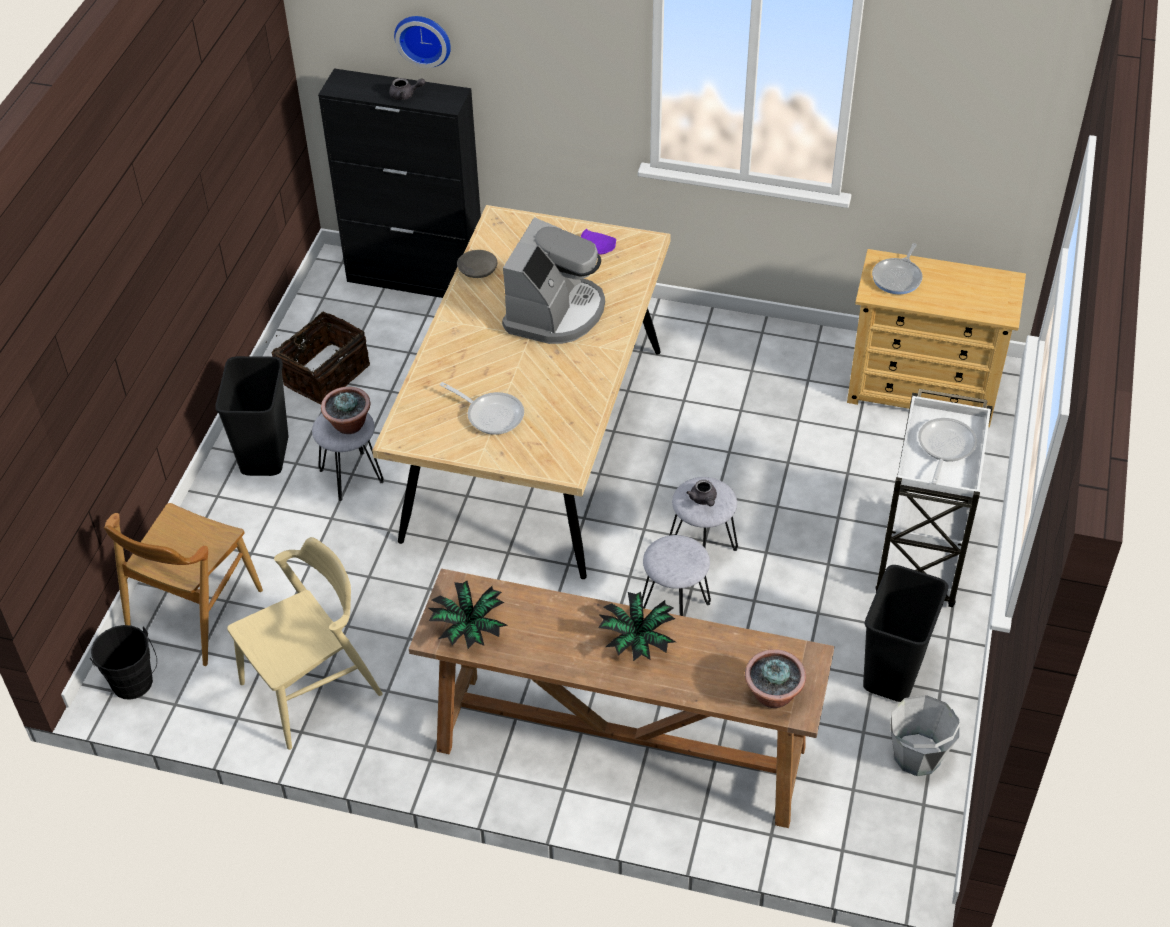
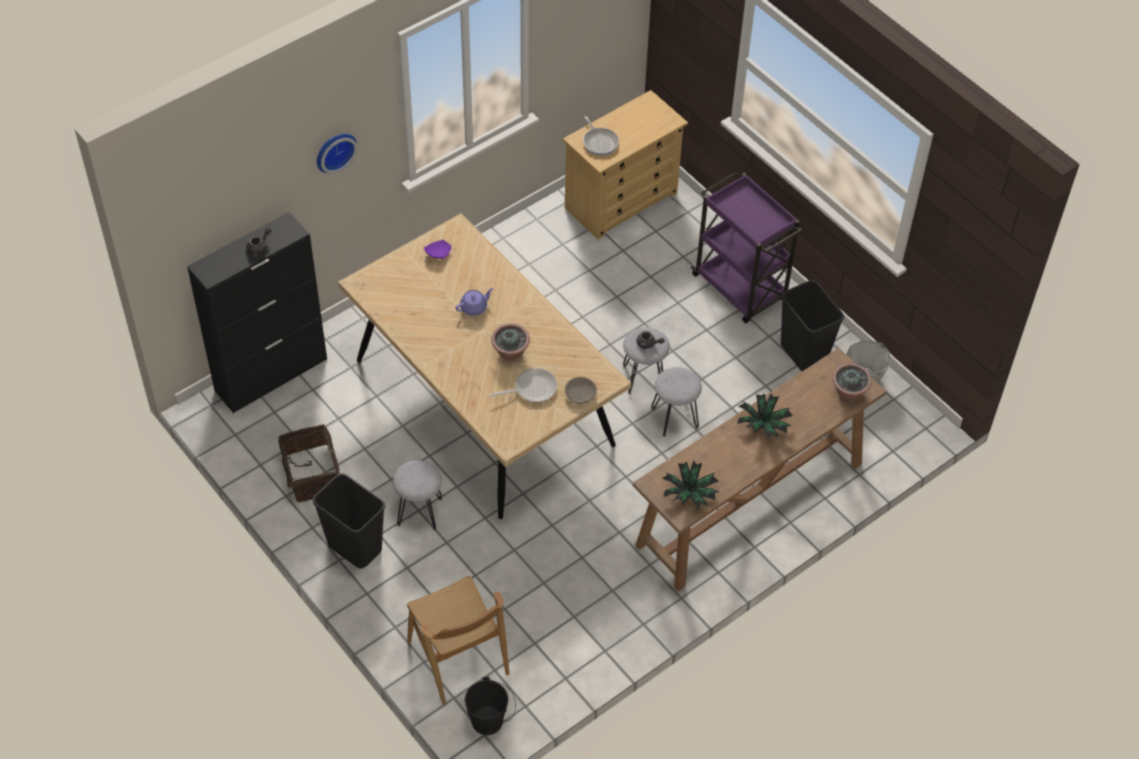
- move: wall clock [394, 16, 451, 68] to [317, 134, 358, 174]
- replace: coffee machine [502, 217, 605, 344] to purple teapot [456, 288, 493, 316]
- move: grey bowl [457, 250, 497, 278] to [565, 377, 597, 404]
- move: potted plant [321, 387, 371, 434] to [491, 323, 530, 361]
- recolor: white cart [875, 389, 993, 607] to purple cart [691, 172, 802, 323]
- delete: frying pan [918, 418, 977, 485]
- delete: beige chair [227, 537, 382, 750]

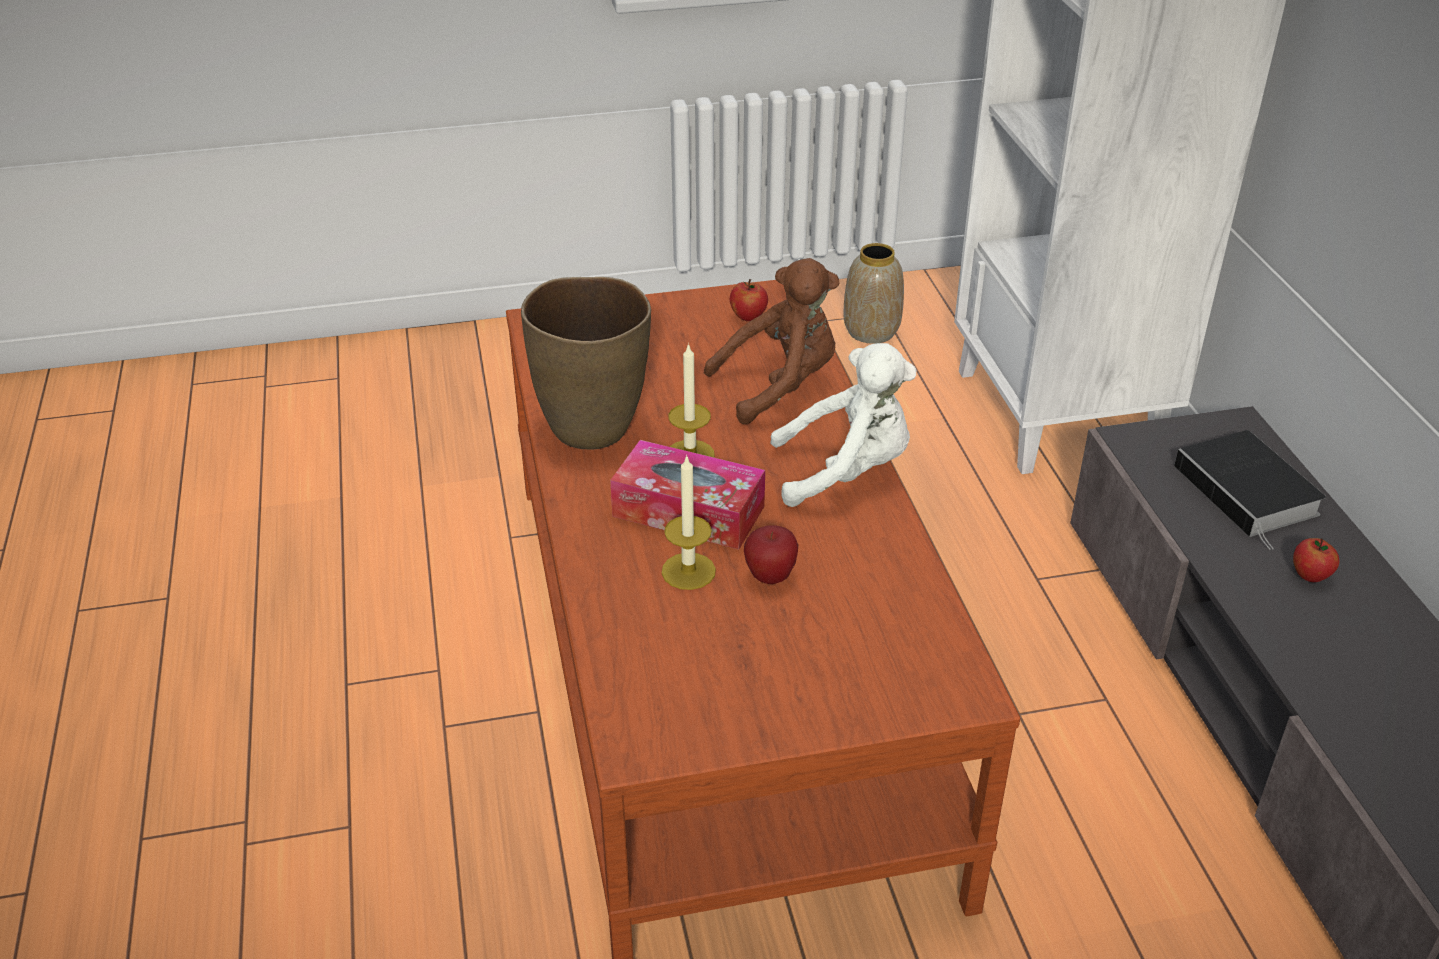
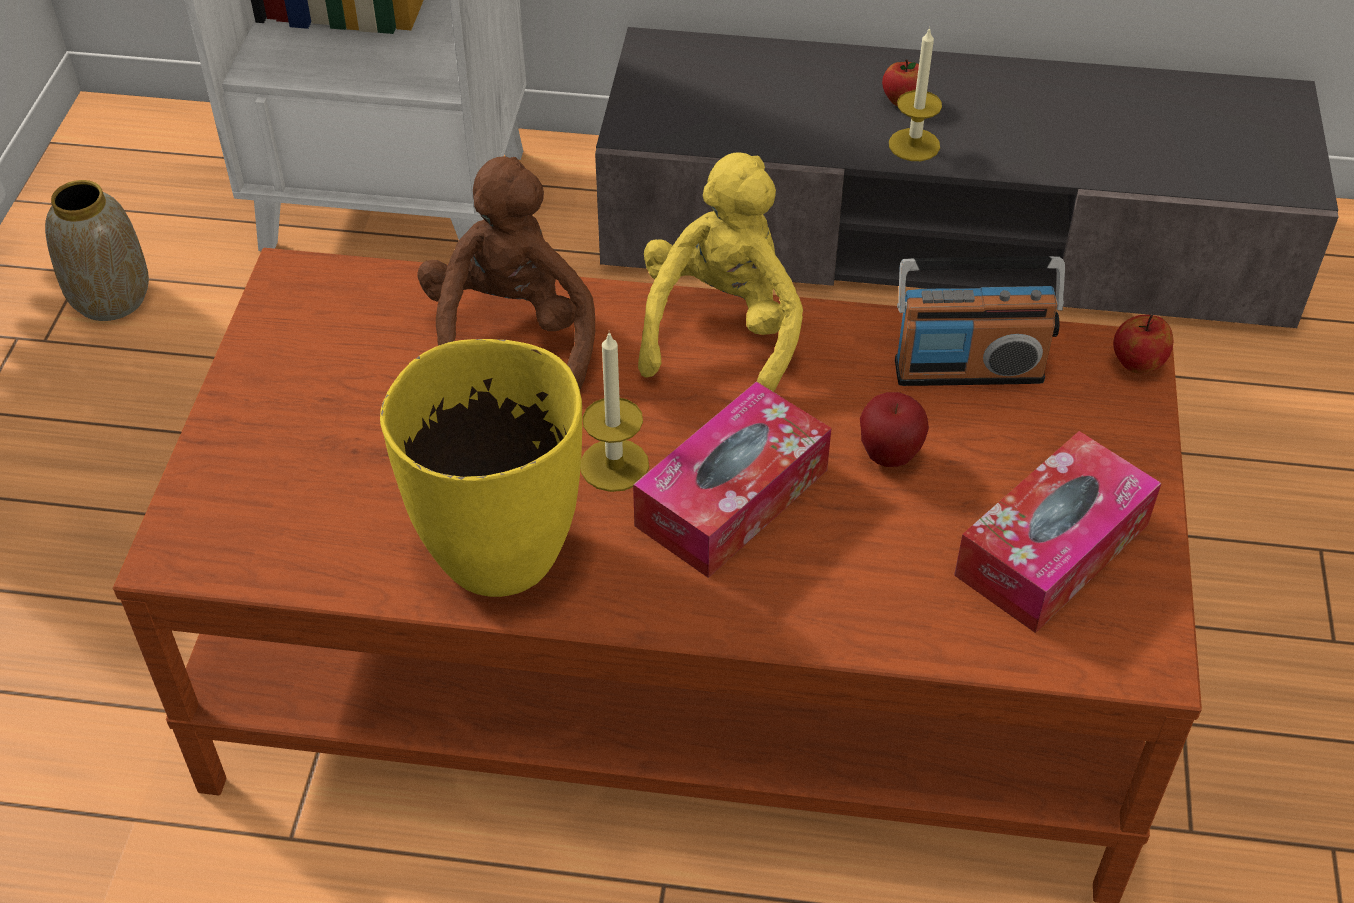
- recolor: brown vase [521, 277, 651, 450] to yellow vase [380, 339, 582, 597]
- move: apple [730, 279, 768, 321] to [1113, 315, 1173, 374]
- recolor: white plush toy [770, 343, 916, 507] to yellow plush toy [638, 152, 803, 392]
- delete: book [1174, 430, 1326, 550]
- move: candle [662, 455, 716, 590] to [889, 27, 942, 161]
- insert: radio [895, 256, 1065, 386]
- insert: tissue box [954, 431, 1162, 633]

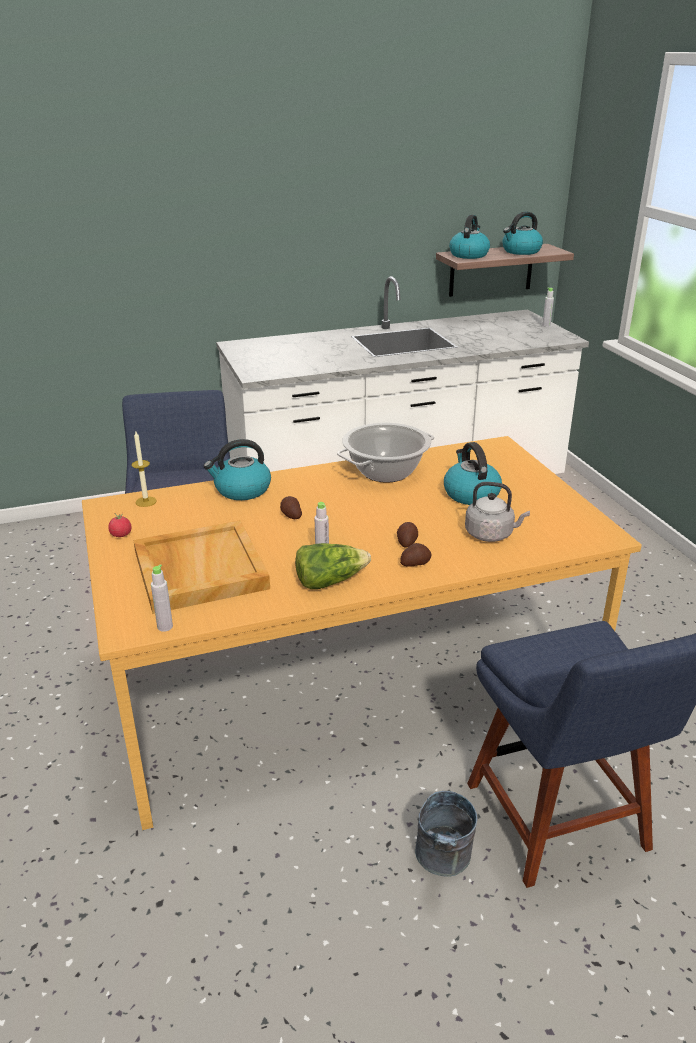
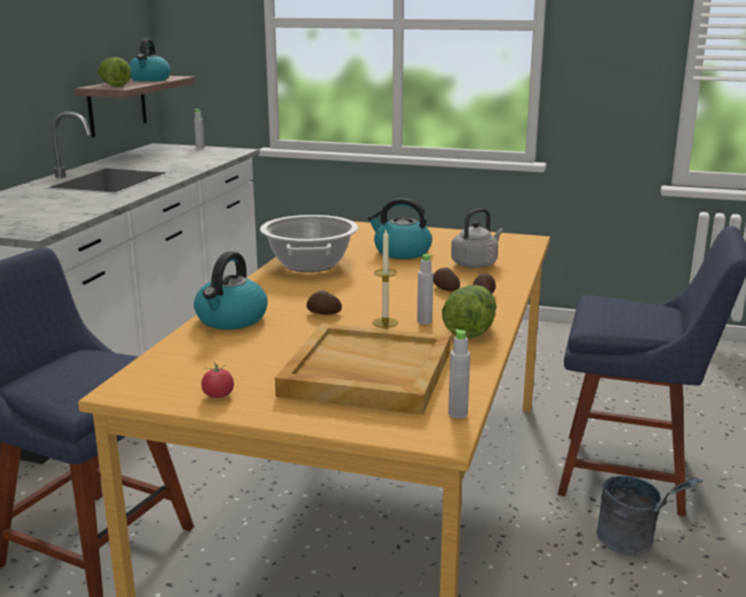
- replace: kettle [449, 215, 490, 259] to lettuce [98, 57, 131, 87]
- move: candle [131, 431, 157, 507] to [372, 230, 398, 328]

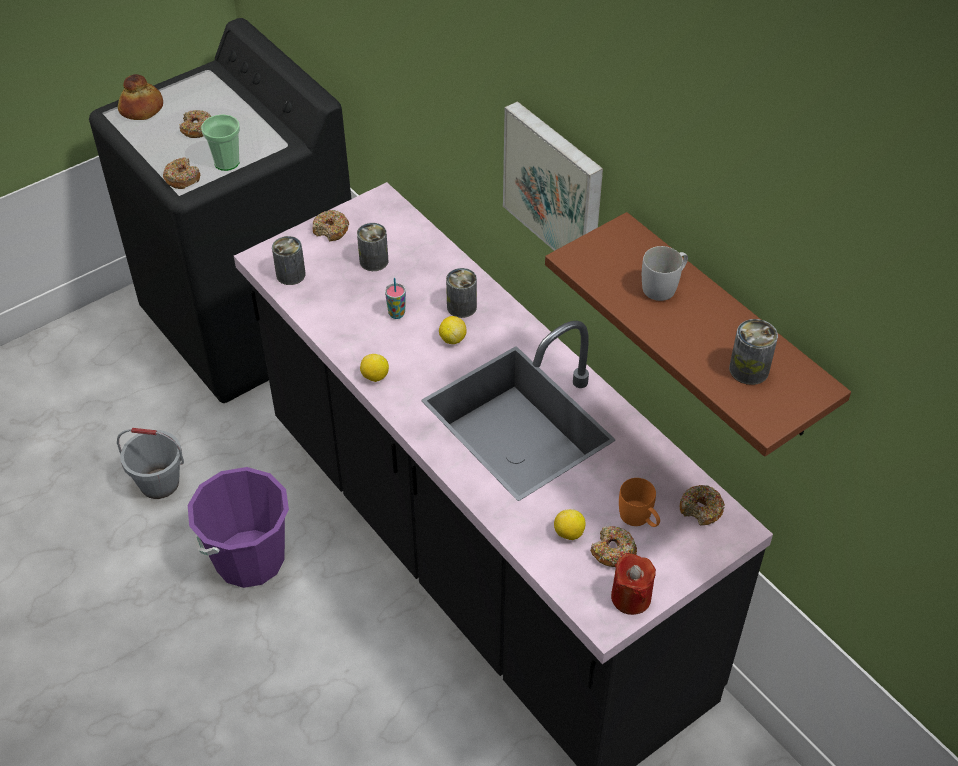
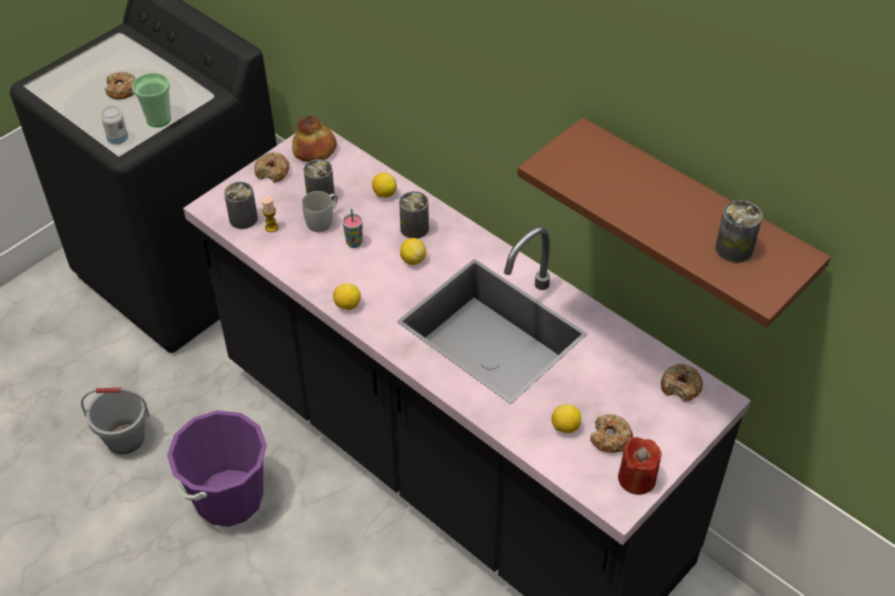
- move: bread [118, 74, 163, 120] to [292, 116, 337, 162]
- delete: picture [503, 101, 603, 251]
- replace: donut [163, 158, 200, 189] to can [101, 106, 128, 145]
- move: white mug [642, 246, 688, 301] to [302, 191, 338, 232]
- delete: orange mug [619, 478, 660, 527]
- insert: lemon [372, 172, 397, 198]
- insert: candle [262, 196, 278, 232]

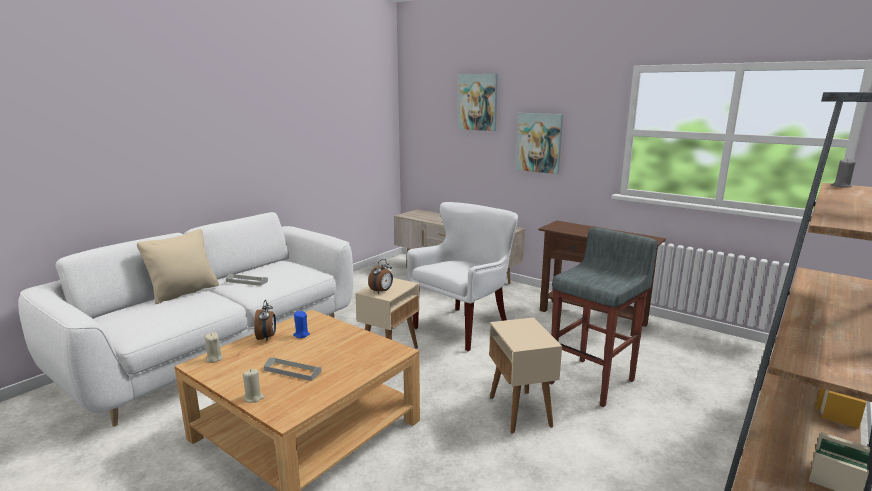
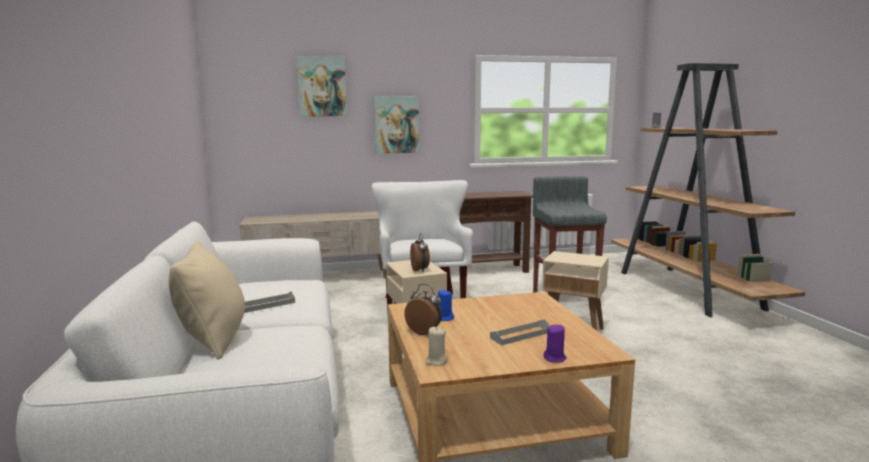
- recolor: beige candle [243, 369, 264, 403] to purple candle [543, 324, 566, 362]

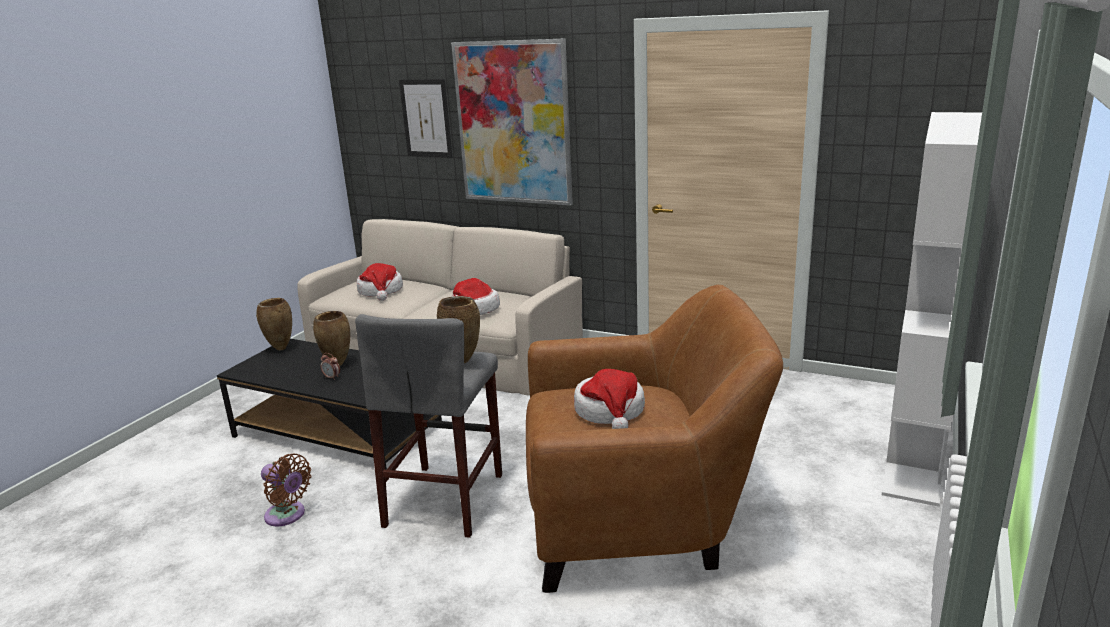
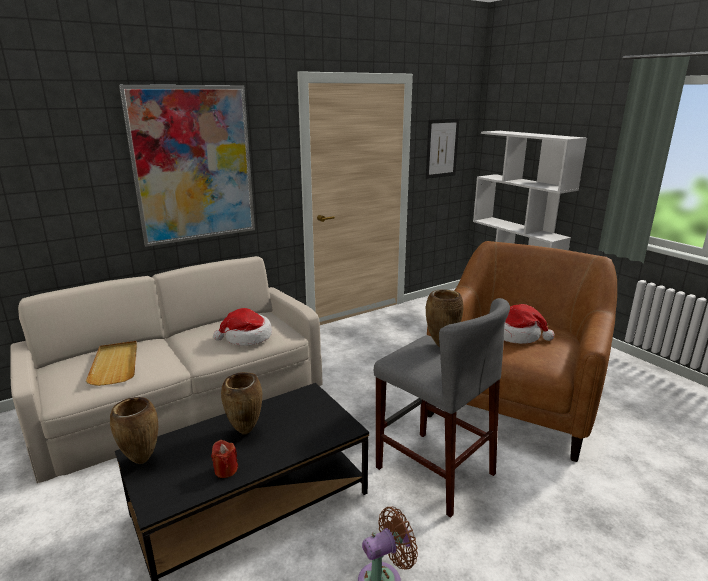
- move: picture [399, 79, 452, 158] to [426, 118, 460, 179]
- replace: hat [357, 263, 403, 301] to beige tray [86, 341, 137, 386]
- delete: alarm clock [321, 353, 340, 380]
- insert: red candle [211, 440, 238, 478]

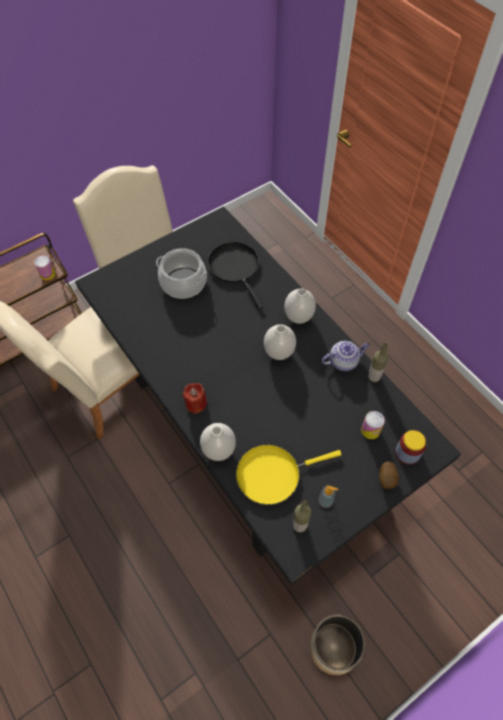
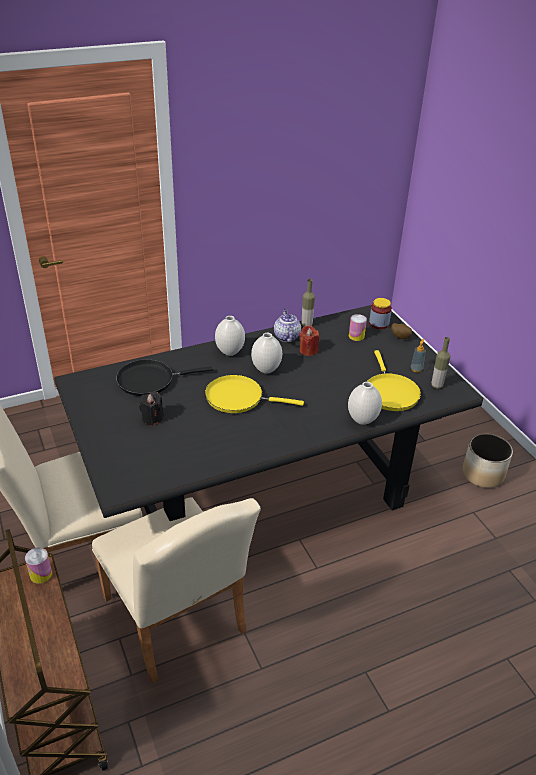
- replace: cooking pot [156, 248, 207, 299] to black candle [139, 391, 164, 426]
- move: red candle [182, 383, 207, 414] to [299, 325, 319, 356]
- insert: yellow frying pan [205, 375, 304, 413]

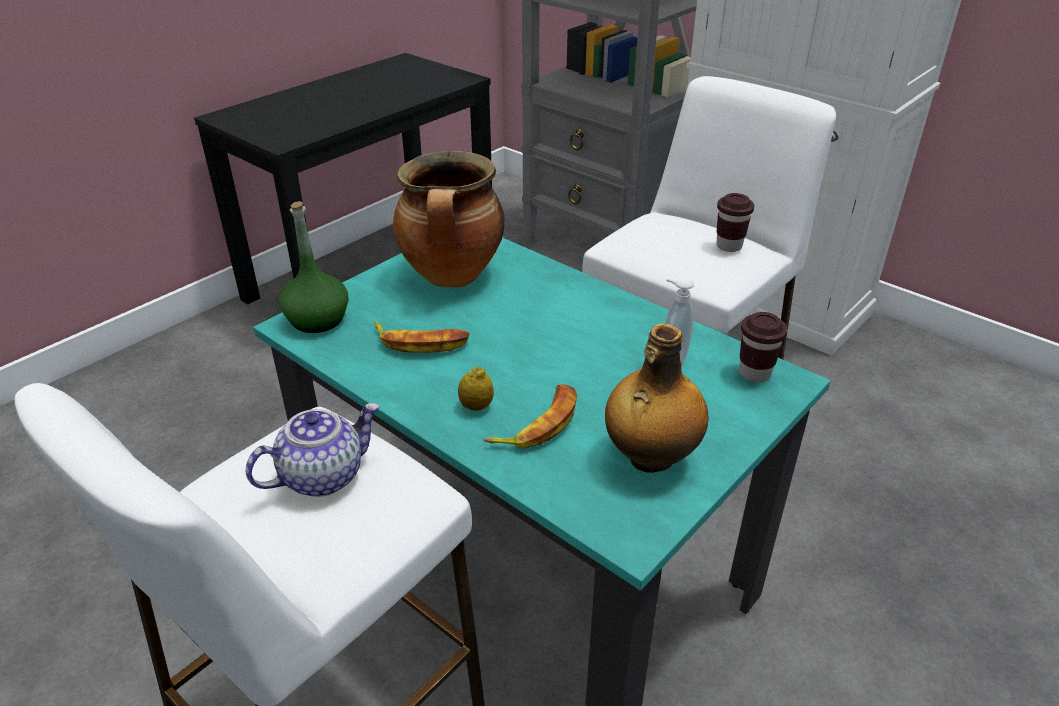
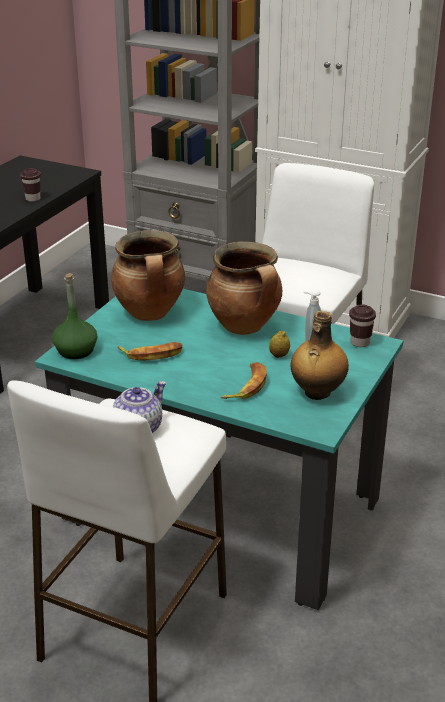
- move: brown cup [716, 193, 755, 252] to [20, 168, 41, 202]
- move: lemon [458, 367, 494, 411] to [269, 330, 290, 358]
- insert: cooking pot [206, 241, 282, 335]

